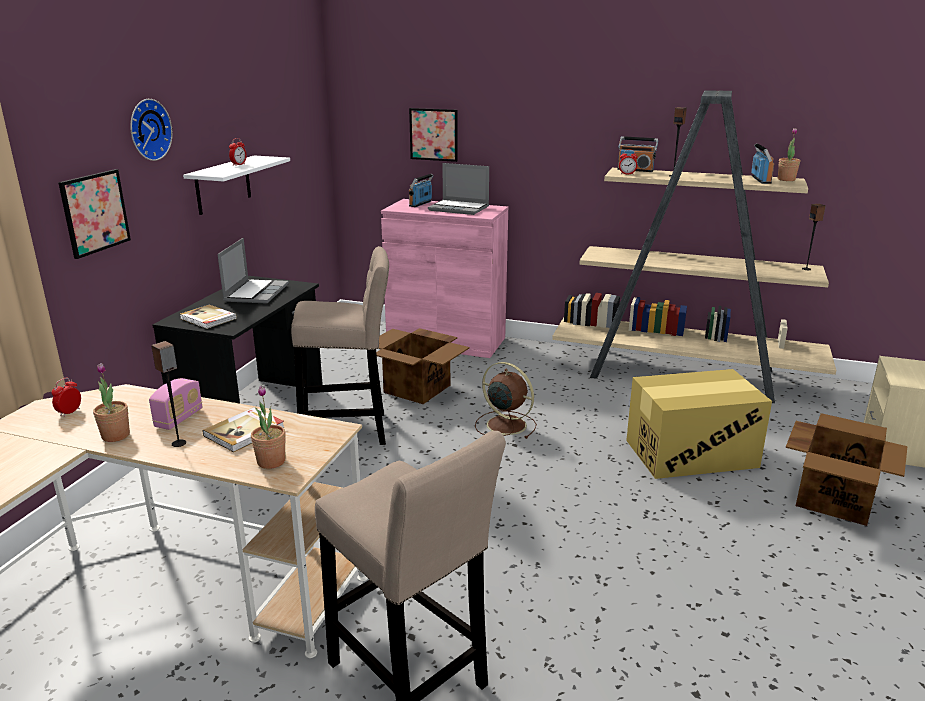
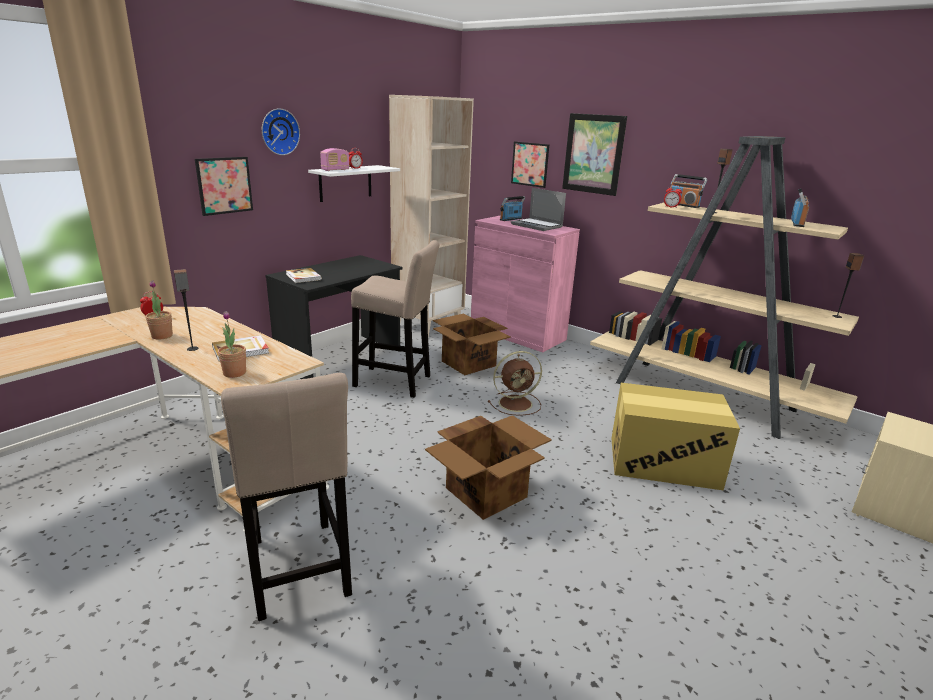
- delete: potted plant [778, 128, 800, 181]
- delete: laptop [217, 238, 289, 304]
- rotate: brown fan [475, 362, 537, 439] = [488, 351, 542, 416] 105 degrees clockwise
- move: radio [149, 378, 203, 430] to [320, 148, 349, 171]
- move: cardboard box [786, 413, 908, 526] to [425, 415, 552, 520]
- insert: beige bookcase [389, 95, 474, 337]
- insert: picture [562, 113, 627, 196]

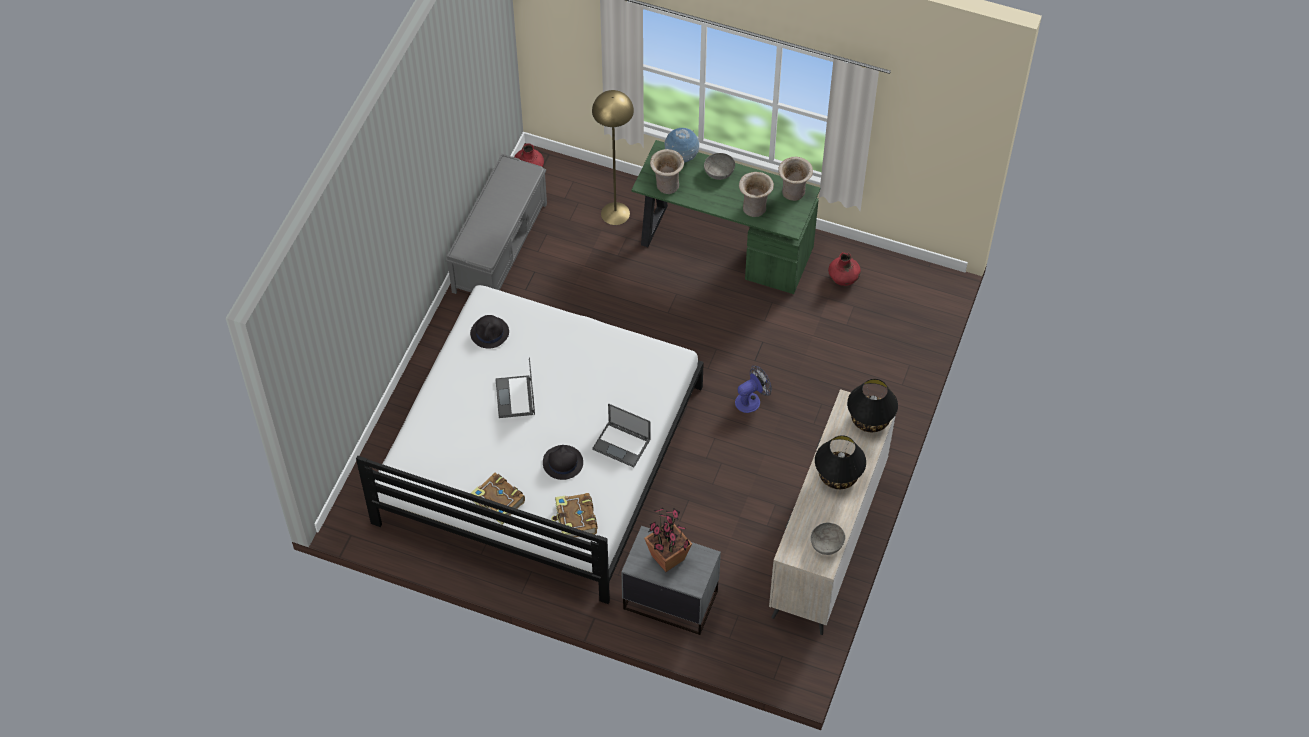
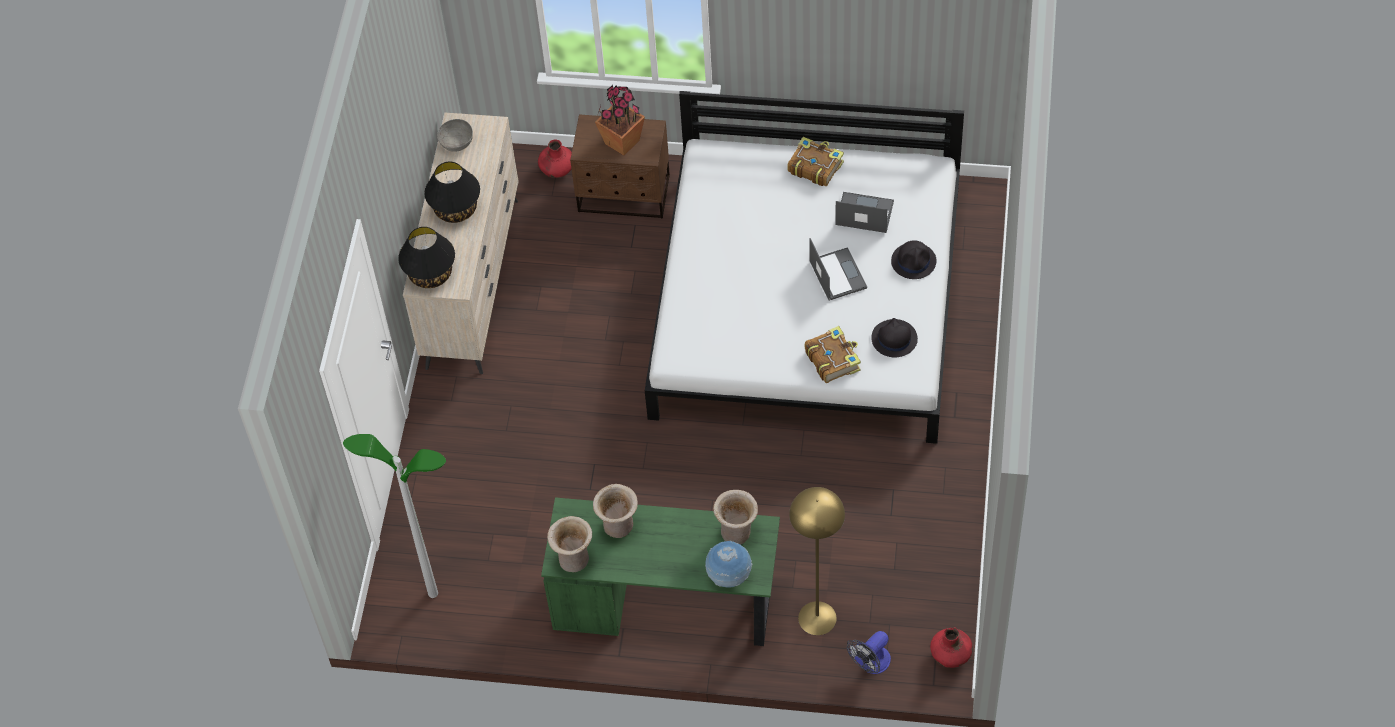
- delete: grey bowl [704, 153, 735, 180]
- delete: grey bench [446, 154, 547, 294]
- move: red vase [828, 252, 861, 286] to [538, 140, 572, 178]
- move: fan [735, 365, 772, 413] to [847, 631, 891, 674]
- move: laptop [592, 403, 650, 467] to [835, 192, 894, 233]
- move: black hat [543, 445, 583, 480] to [891, 240, 937, 279]
- move: book [551, 493, 597, 538] to [805, 326, 861, 383]
- recolor: grey nightstand [621, 526, 721, 635] to brown nightstand [570, 114, 670, 218]
- insert: floor lamp [343, 434, 446, 598]

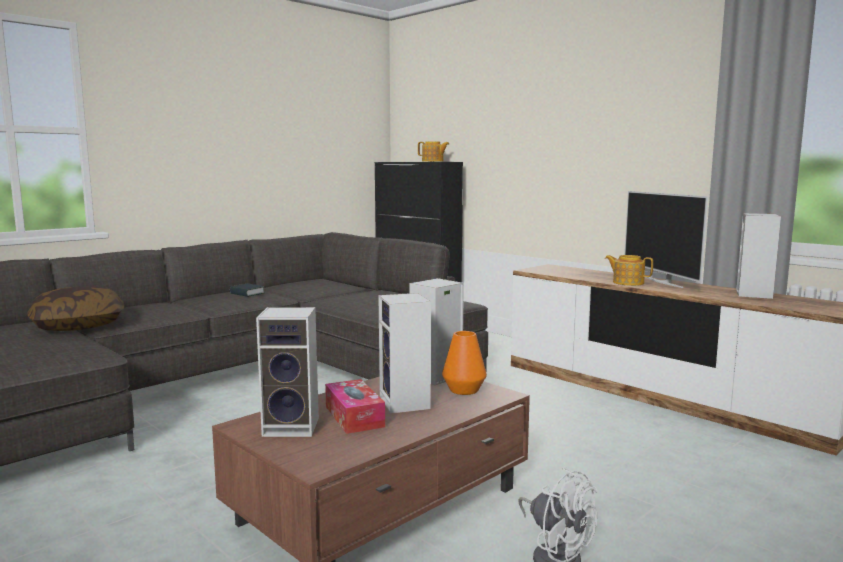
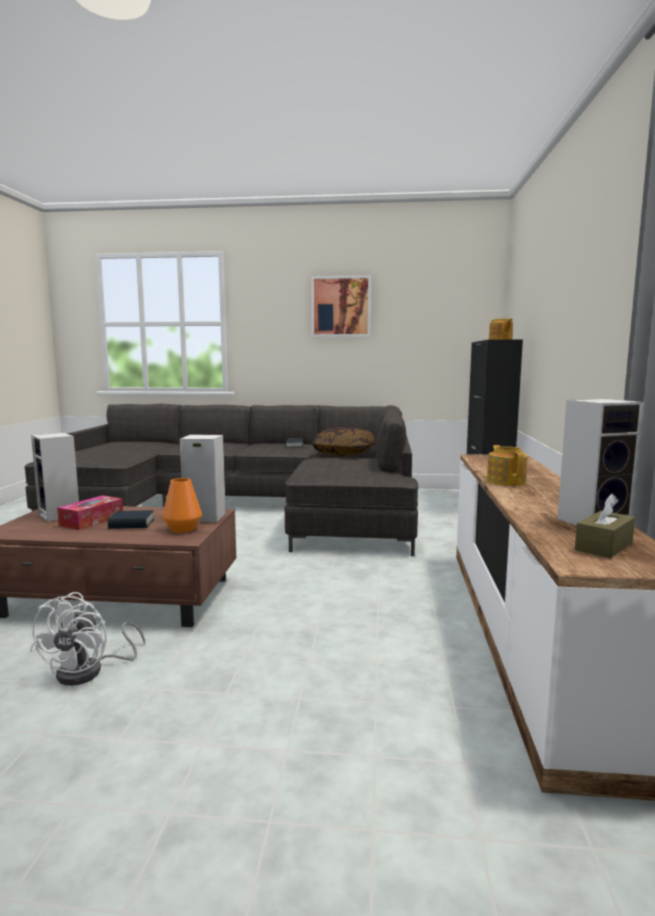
- delete: television [625, 191, 708, 288]
- move: pillow [28, 286, 124, 331] to [312, 427, 375, 456]
- replace: speaker [378, 293, 431, 414] to book [107, 510, 154, 529]
- insert: picture [311, 275, 371, 337]
- insert: brown tissue box [575, 494, 635, 558]

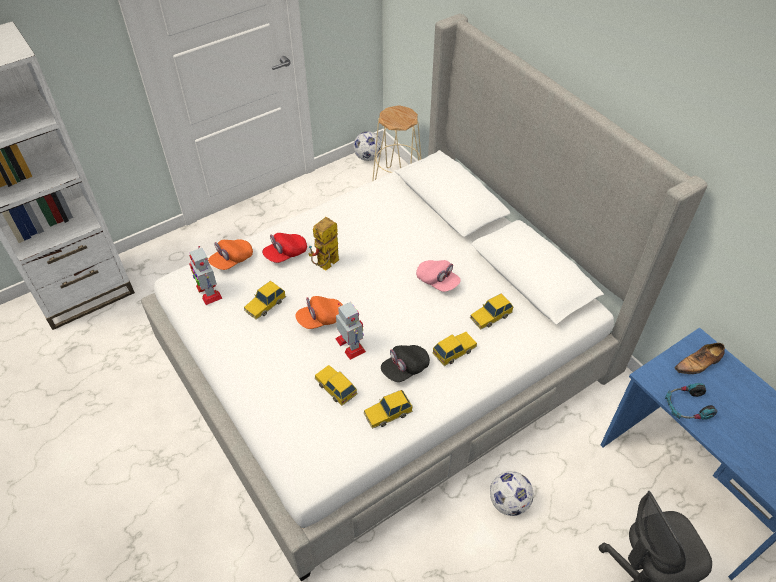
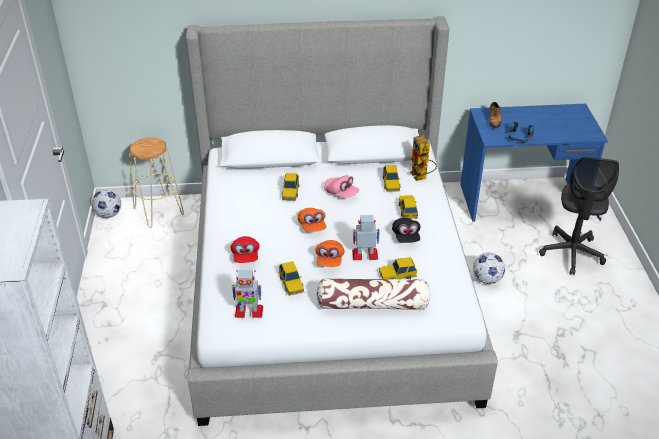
- move: toy robot [309, 217, 339, 271] to [410, 135, 437, 181]
- move: orange cap [208, 239, 253, 270] to [298, 208, 326, 232]
- rotate: pink cap [416, 260, 461, 292] = [324, 175, 359, 198] 60 degrees clockwise
- move: toy car [364, 390, 413, 429] to [282, 173, 299, 200]
- insert: pillow [316, 278, 430, 310]

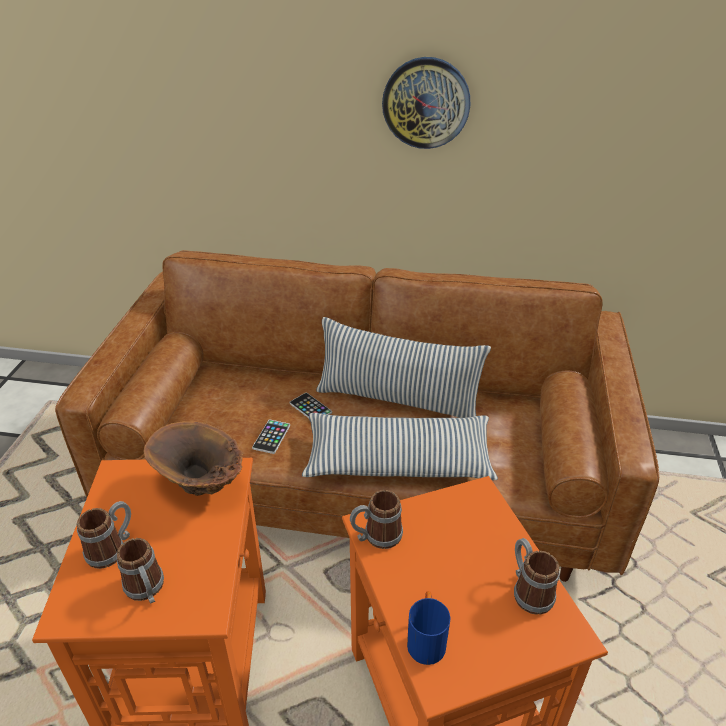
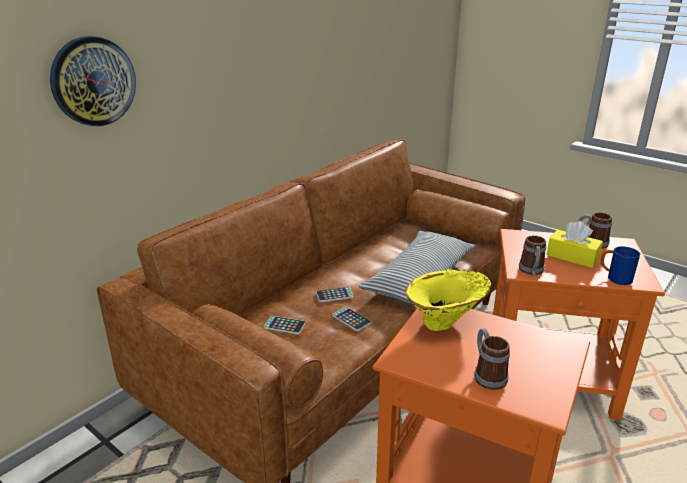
- move: wall clock [382, 57, 470, 149] to [50, 36, 136, 126]
- delete: pillow [316, 317, 491, 418]
- recolor: brown vase [143, 421, 243, 496] to yellow vase [405, 269, 491, 331]
- delete: mug [117, 538, 164, 604]
- insert: yellow tissue box [546, 221, 603, 268]
- insert: phone [264, 316, 306, 334]

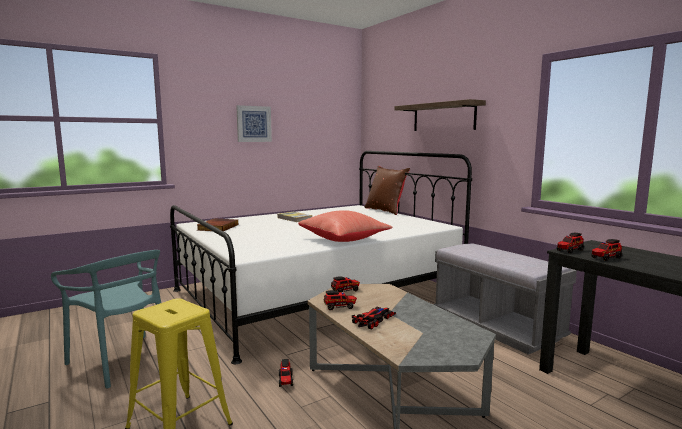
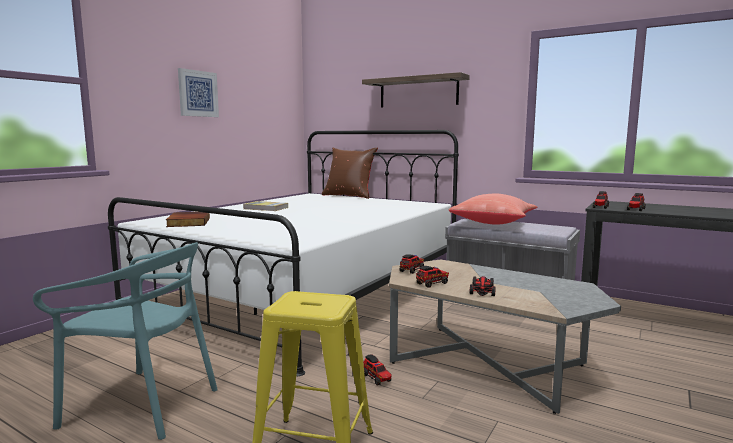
- move: red pillow [298, 210, 393, 242] to [448, 194, 537, 225]

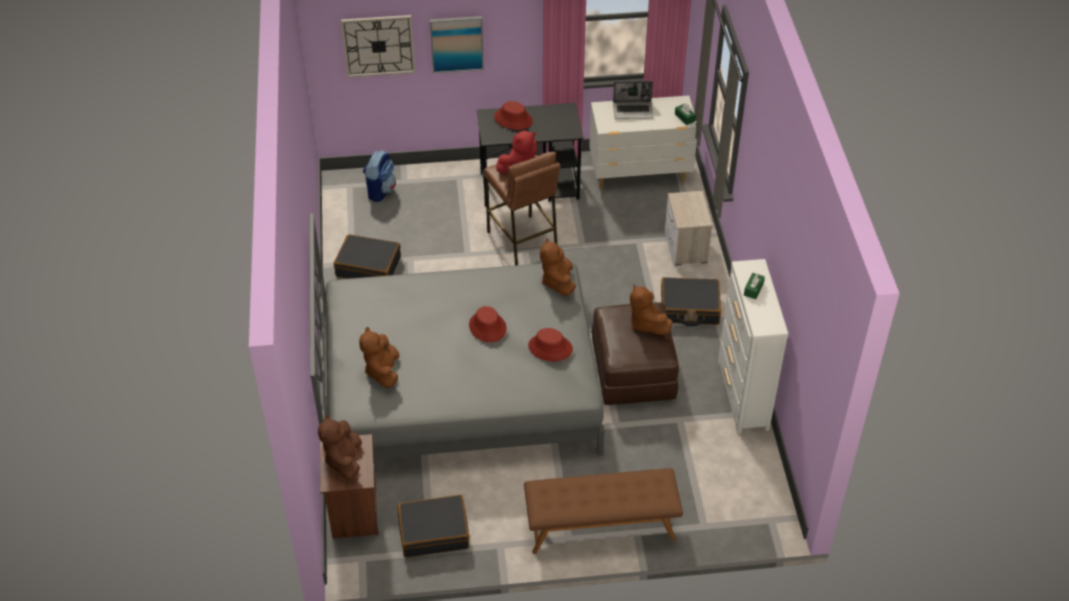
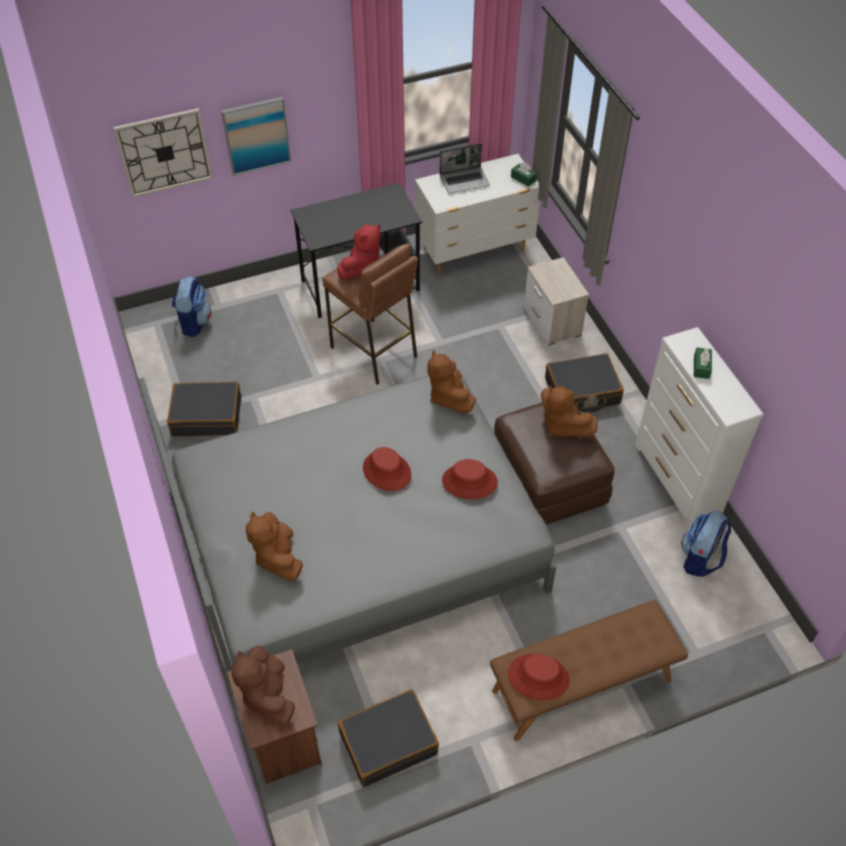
- move: red hat [494, 101, 533, 130] to [508, 654, 570, 700]
- insert: backpack [681, 510, 731, 577]

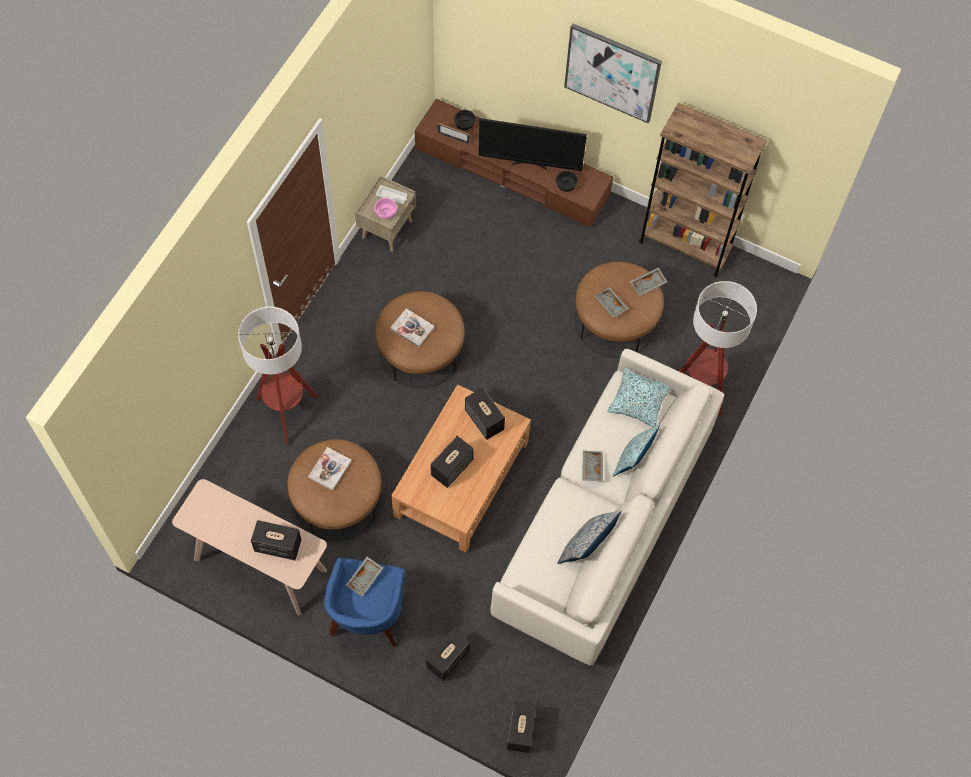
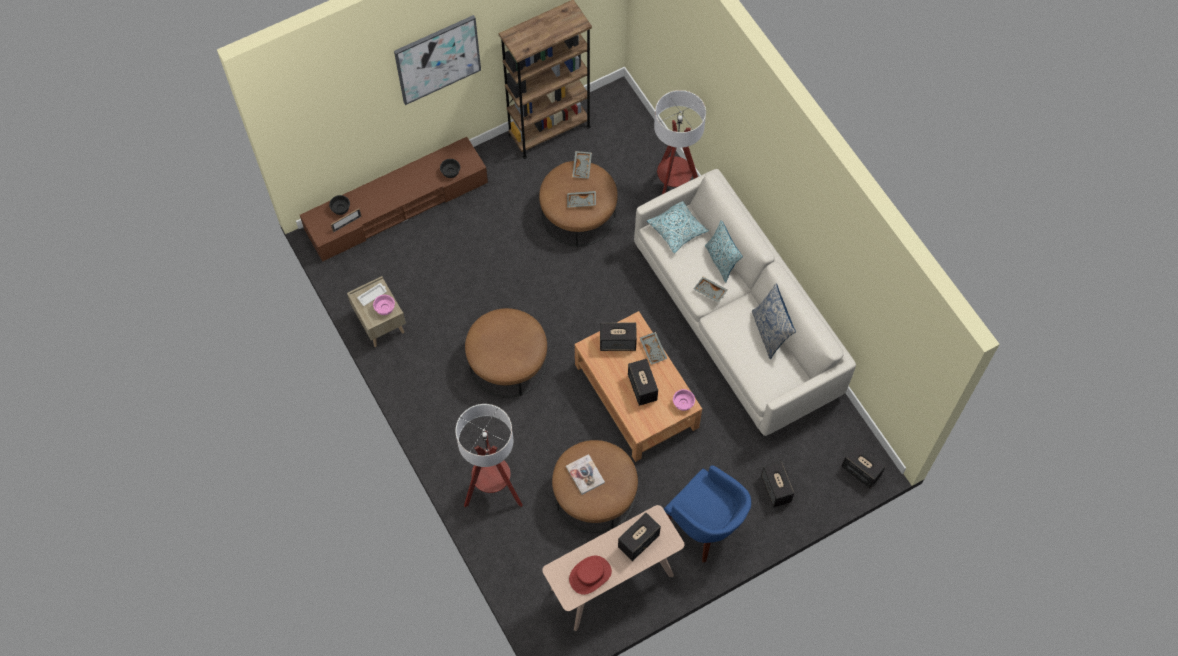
- delete: television [479, 118, 587, 171]
- delete: book [390, 308, 435, 347]
- move: grey tray [346, 557, 383, 597] to [640, 332, 667, 365]
- insert: pink bowl [673, 389, 695, 411]
- insert: red hat [569, 556, 612, 595]

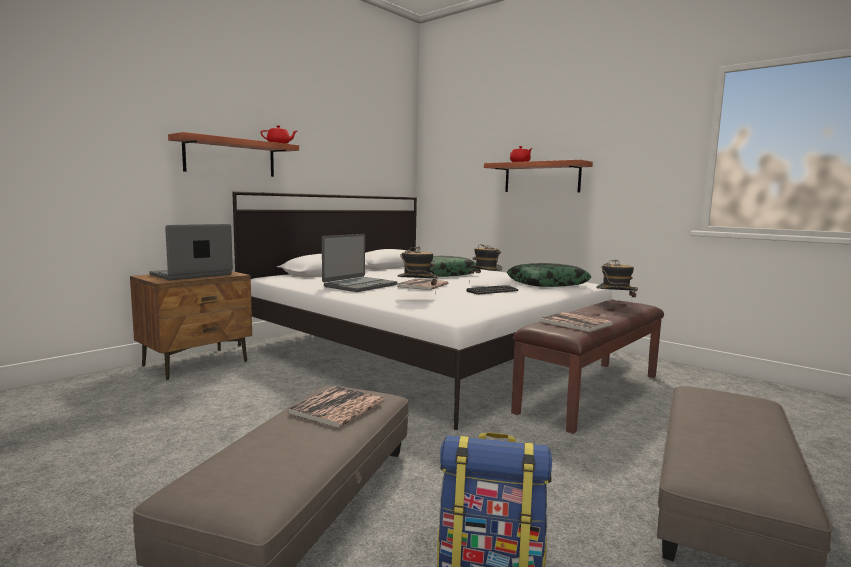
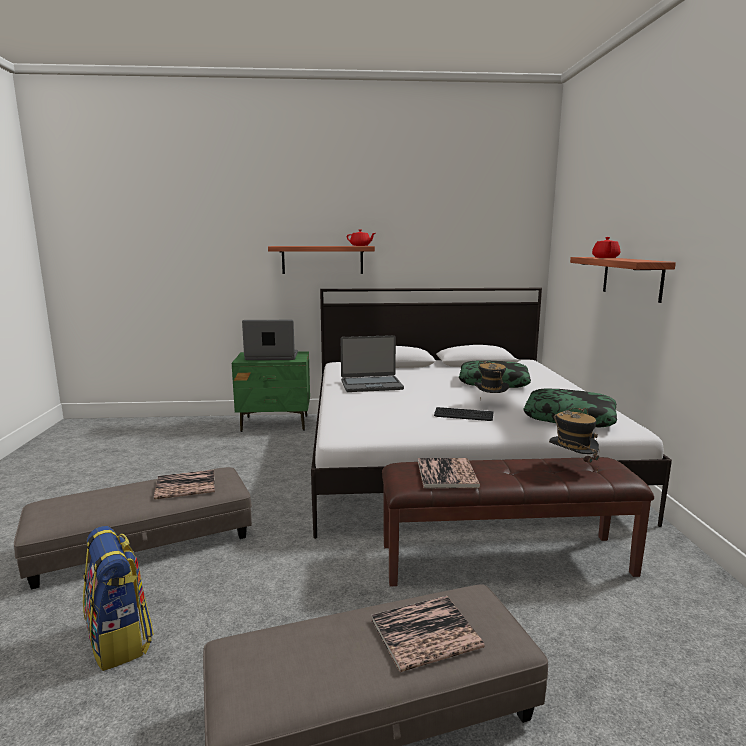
- delete: hat [397, 246, 439, 295]
- recolor: brown nightstand [130, 271, 252, 380] to green nightstand [232, 351, 310, 432]
- move: book [397, 278, 448, 290] to [371, 596, 485, 672]

